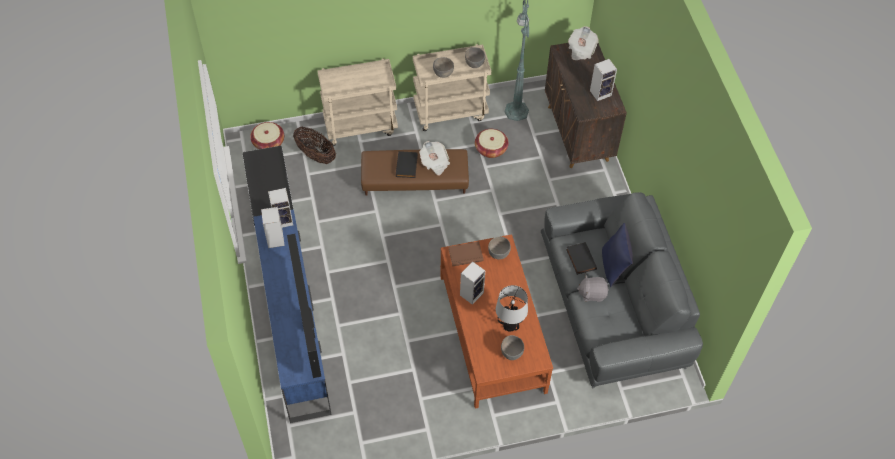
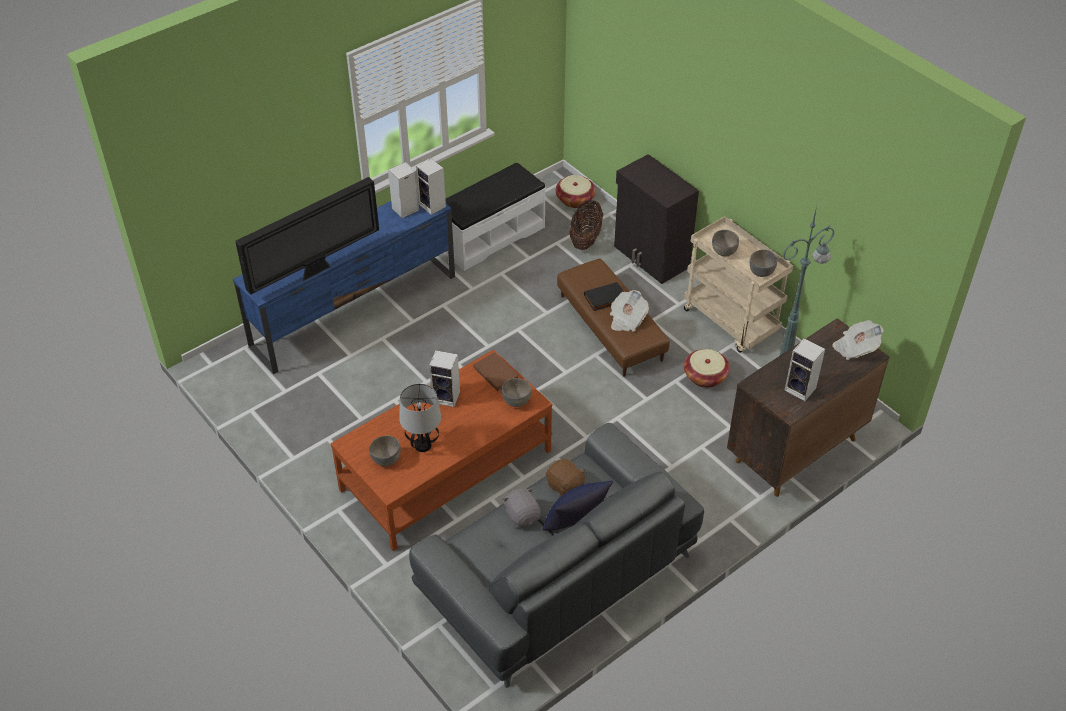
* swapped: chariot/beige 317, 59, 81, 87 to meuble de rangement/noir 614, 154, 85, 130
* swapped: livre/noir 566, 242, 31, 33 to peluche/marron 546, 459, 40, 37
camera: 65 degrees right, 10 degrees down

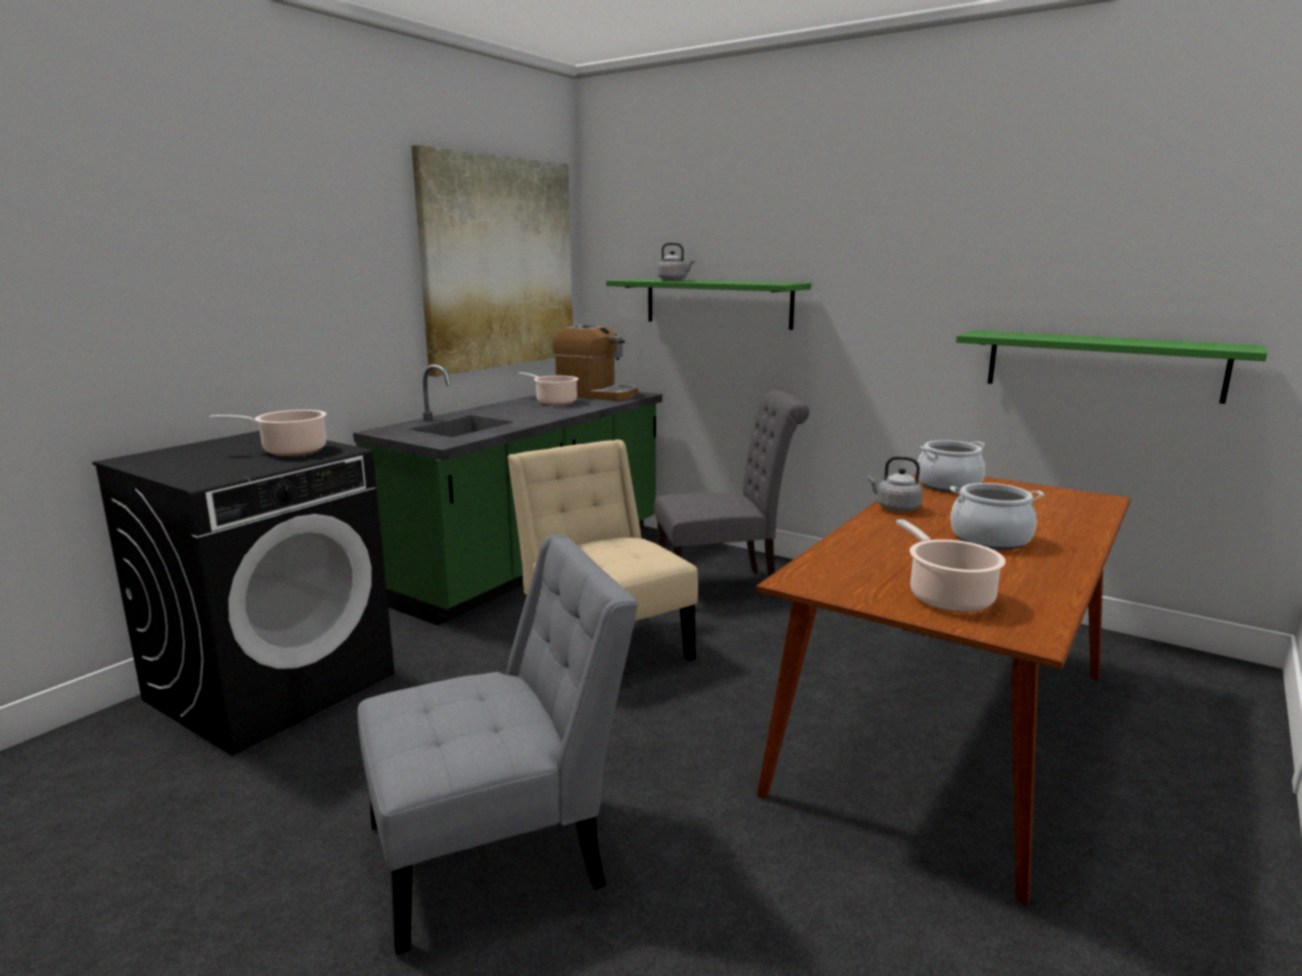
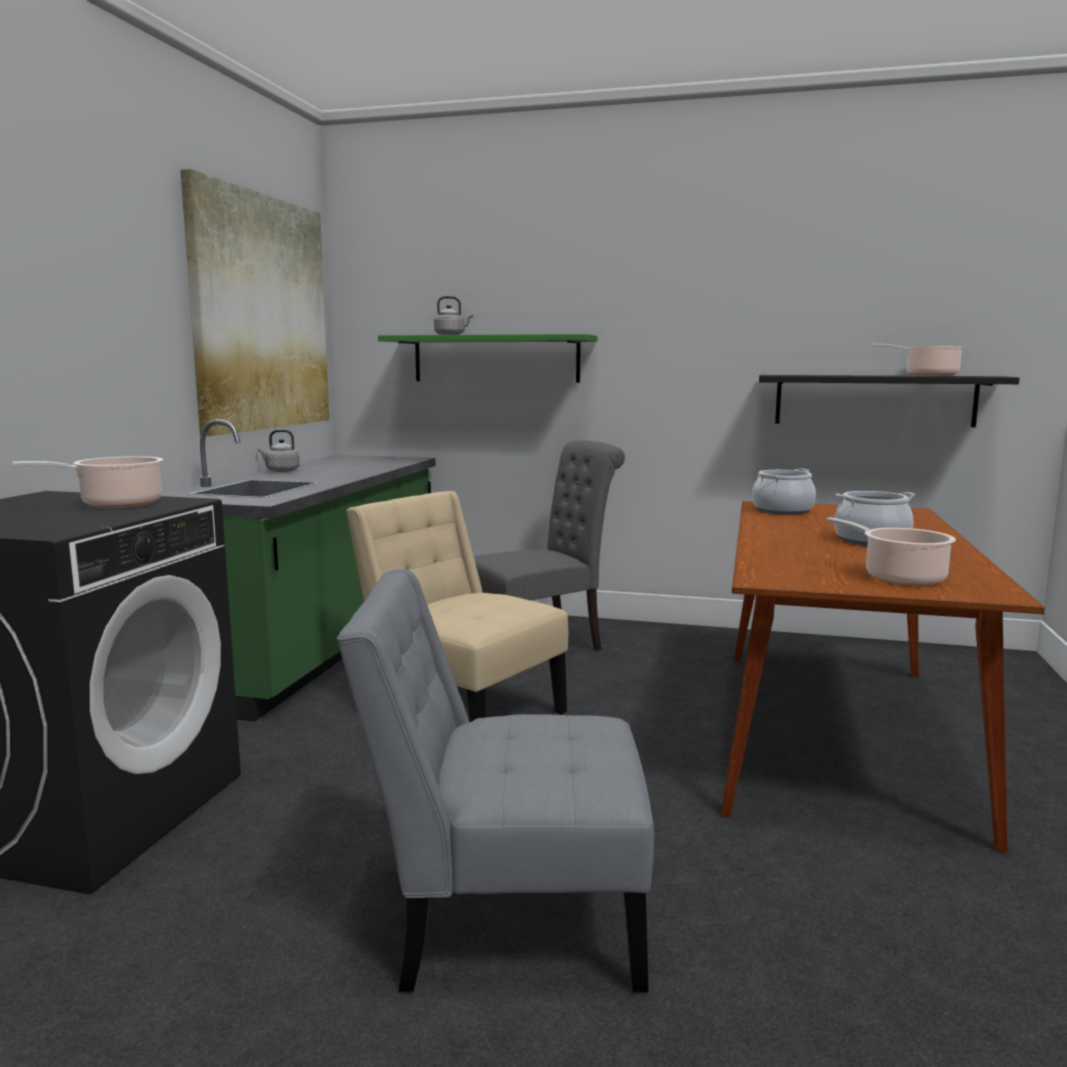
* rotated: chaise/gris 357, 535, 281, 420 = 337, 569, 317, 424 135 degrees counterclockwise
* shifted: marmite 518, 372, 60, 33 to 870, 344, 95, 32
* gone: machine à café 553, 325, 85, 76
* shifted: bouilloire/gris 868, 456, 55, 56 to 258, 430, 42, 42
* repainted: étagère/vert 956, 330, 311, 74 to étagère/noir 759, 375, 261, 52
camera: 20 degrees left, 5 degrees down

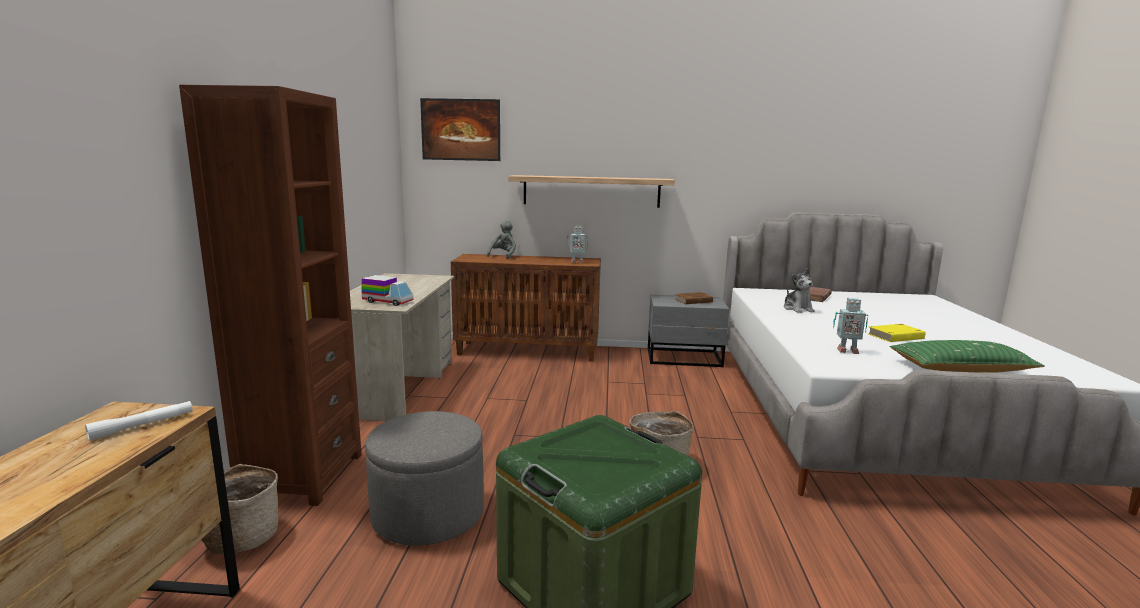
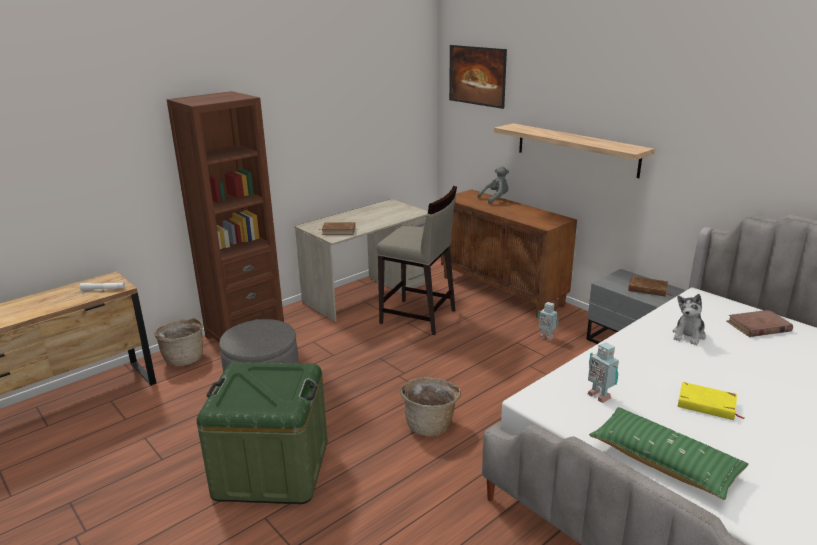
* swapped: camion jouet 362, 275, 51, 31 to livre/marron 319, 222, 36, 13
* shifted: robot jouet 567, 226, 21, 37 to 538, 302, 20, 39
* new: tabouret/beige 377, 186, 80, 149
camera: 45 degrees right, 10 degrees up

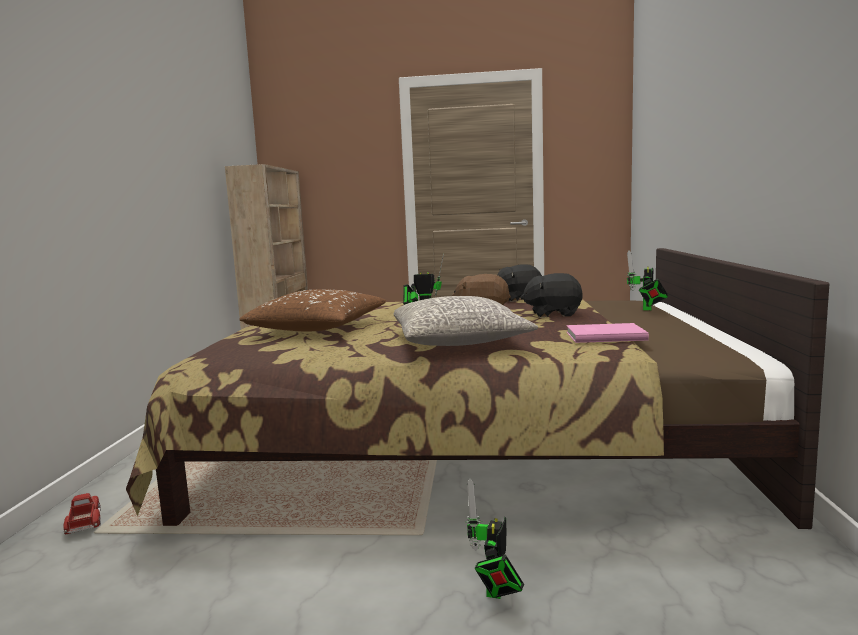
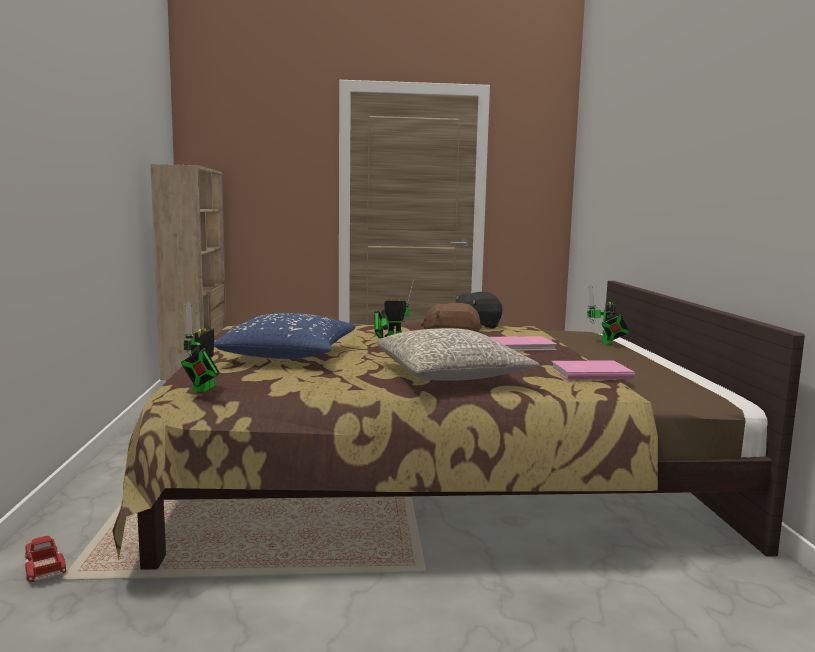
* repainted: coussin/marron 239, 289, 147, 42 to coussin/bleu 214, 313, 141, 46
* shifted: robot jouet 465, 478, 59, 121 to 181, 301, 39, 91
* swapped: peluche/noir 520, 273, 62, 45 to livre/rose 491, 336, 66, 15
camera: 10 degrees left, 0 degrees up

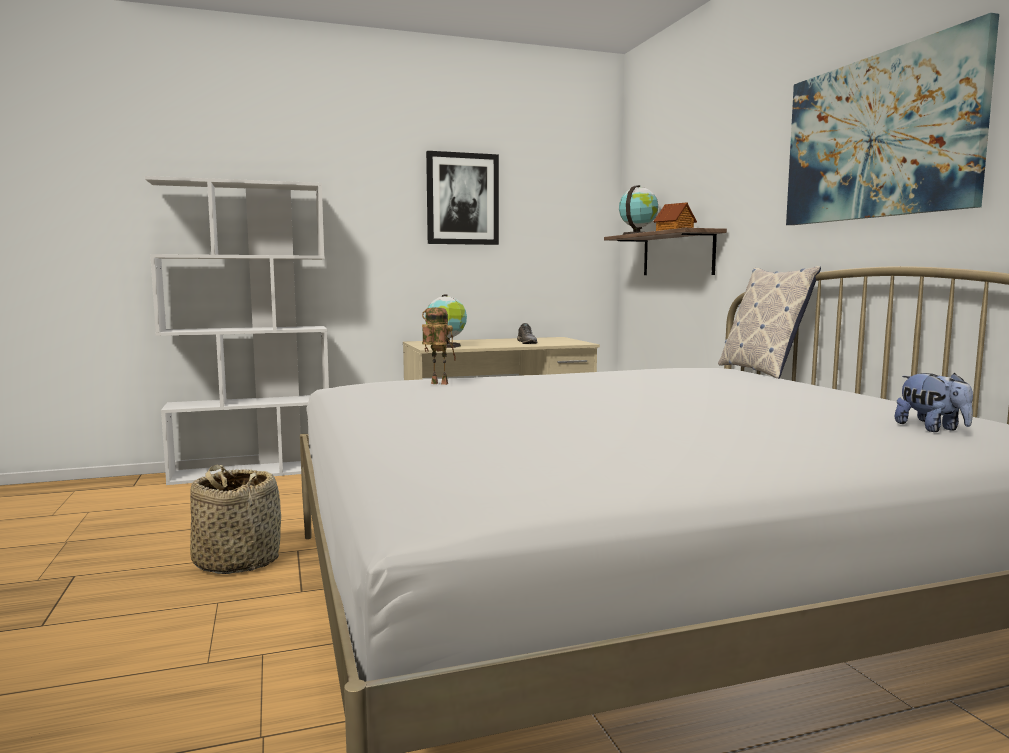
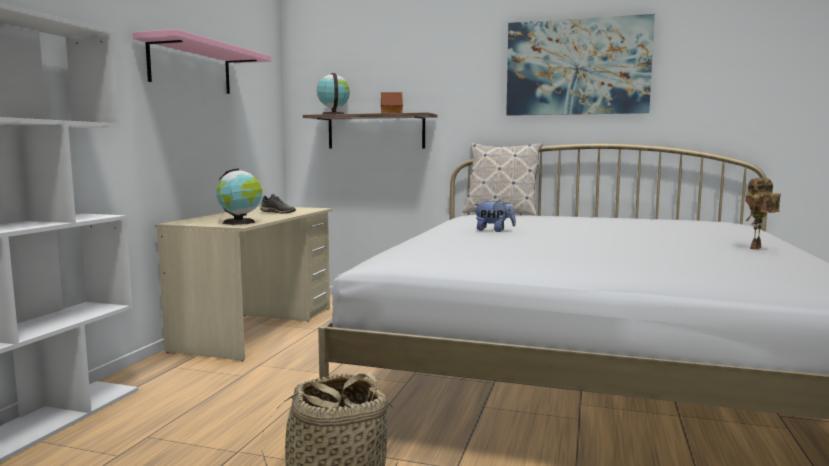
* shifted: robot jouet 422, 307, 34, 78 to 745, 178, 36, 72
* swapped: tableau 426, 151, 73, 94 to étagère/rose 133, 29, 138, 65
* shifted: peluche 895, 373, 78, 59 to 474, 200, 42, 32
camera: 55 degrees left, 0 degrees up

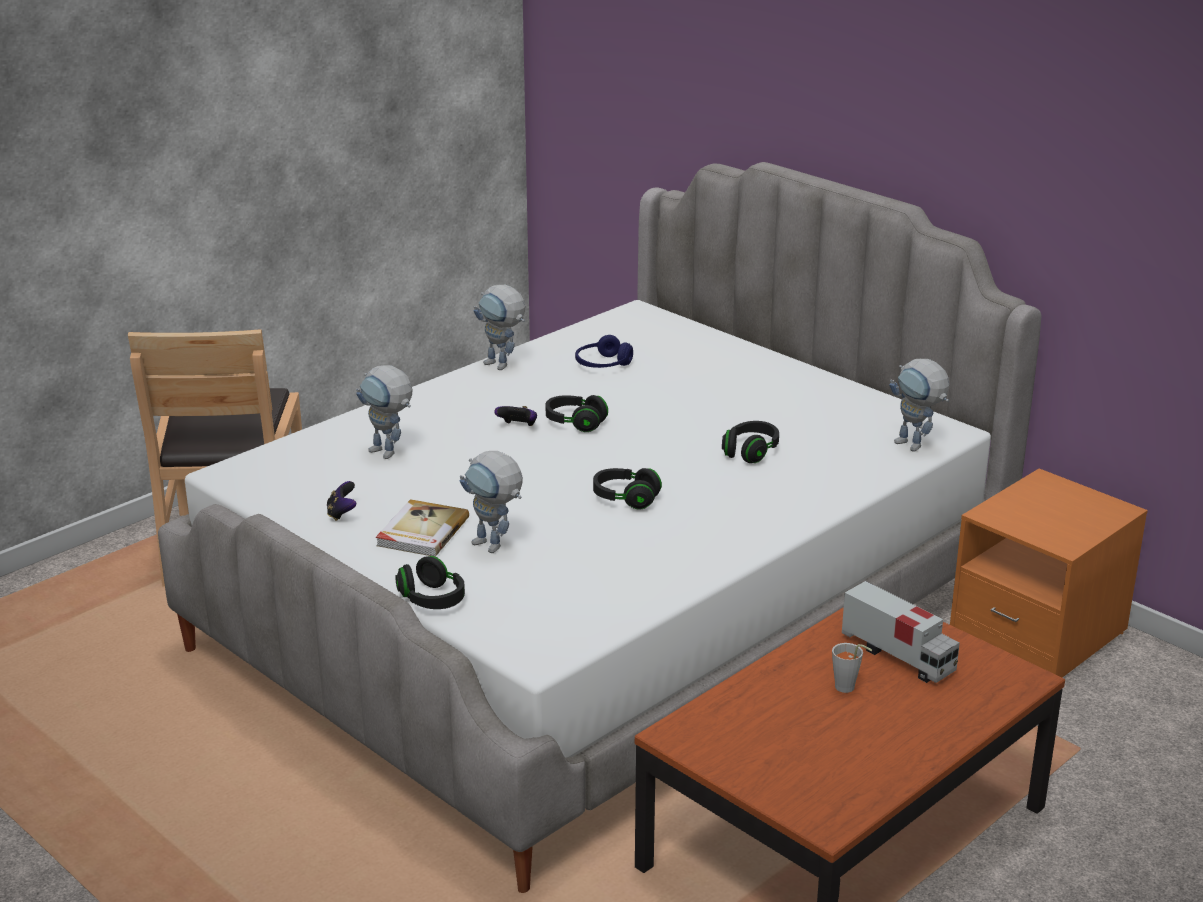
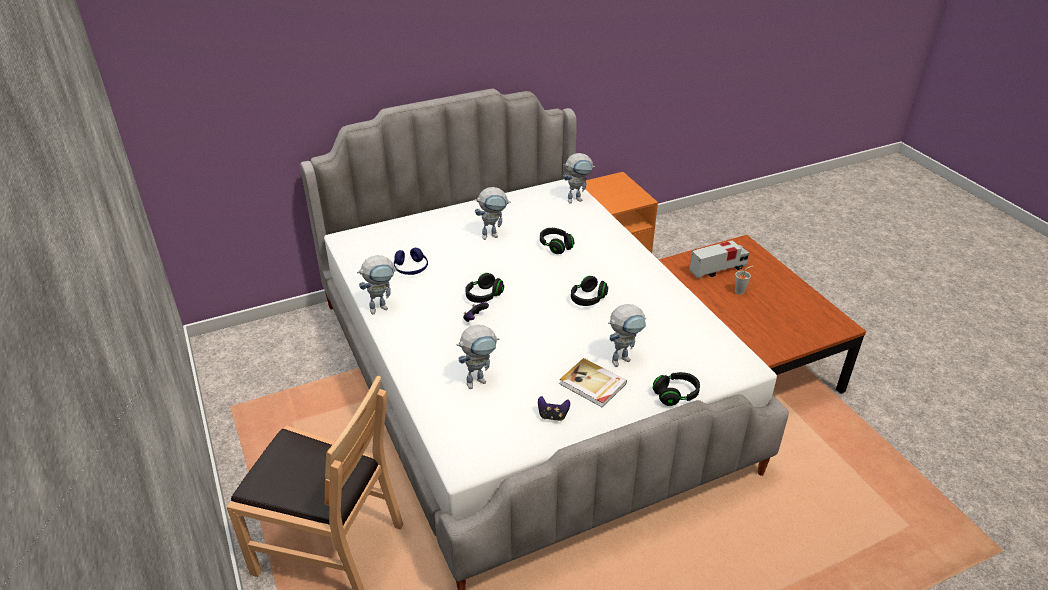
* new: robot jouet 475, 187, 36, 53
camera: 70 degrees left, 10 degrees up

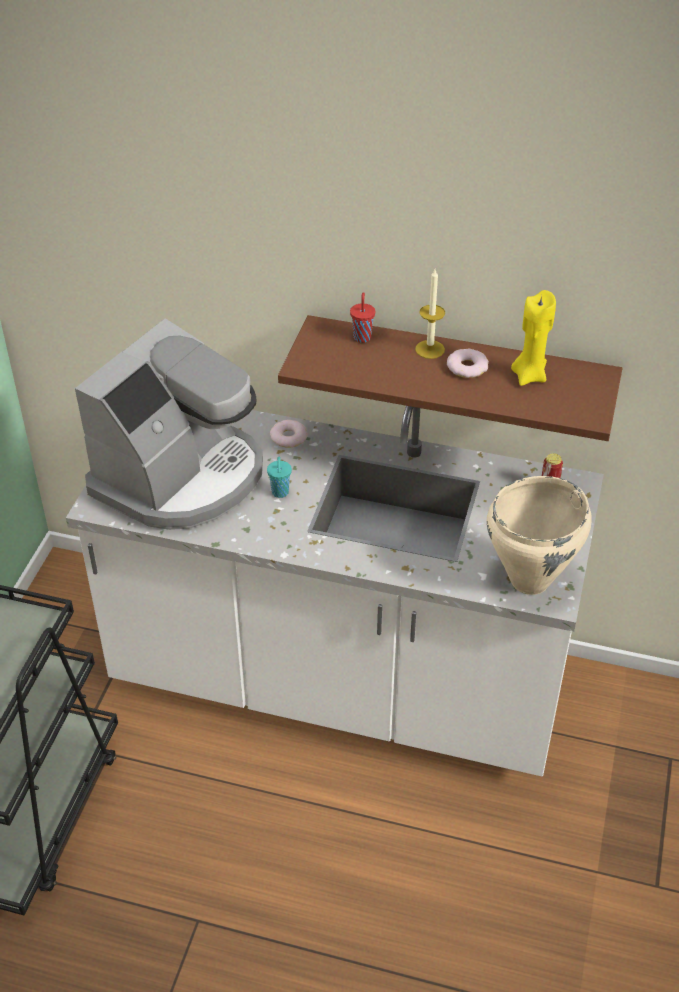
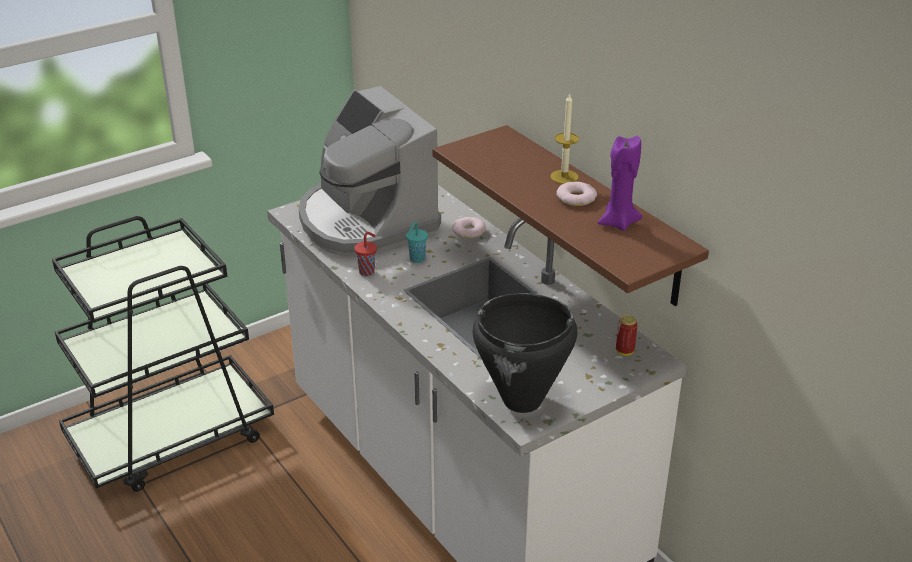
* rotated: machine à café 75, 318, 188, 212 = 299, 86, 142, 171 75 degrees clockwise
* shifted: tasse/rouge 350, 292, 25, 51 to 354, 232, 23, 44
* repainted: marmite/beige 487, 476, 105, 119 to marmite/noir 473, 293, 104, 120
* repainted: bougie/jaune 511, 290, 45, 96 to bougie/violet 598, 136, 44, 95
camera: 40 degrees right, 10 degrees down

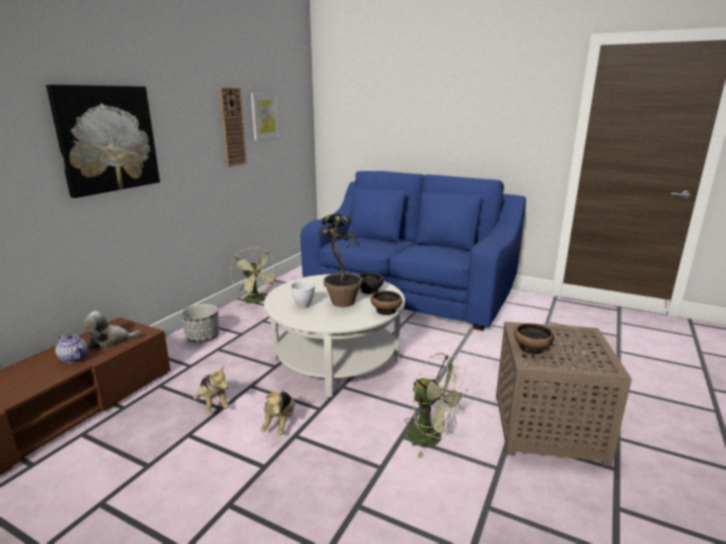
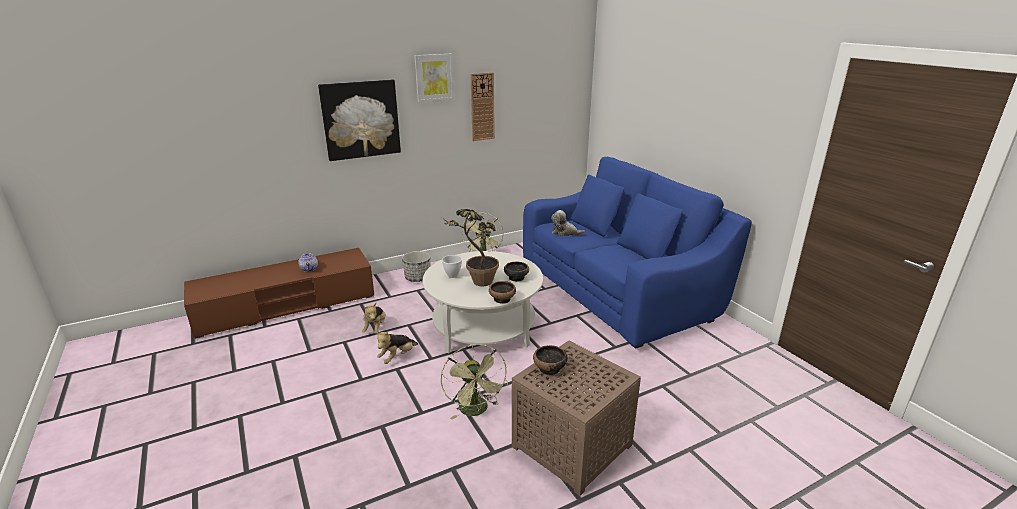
* shifted: peluche 82, 311, 59, 37 to 551, 210, 34, 26
* shifted: tableau 251, 93, 29, 48 to 414, 54, 40, 48
camera: 35 degrees right, 5 degrees up

